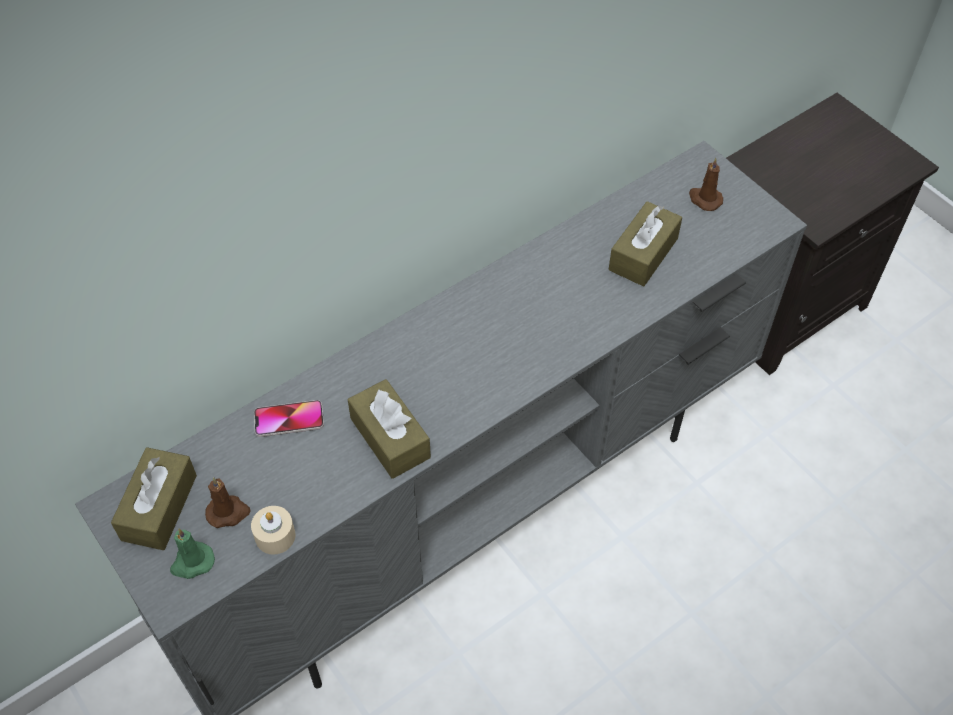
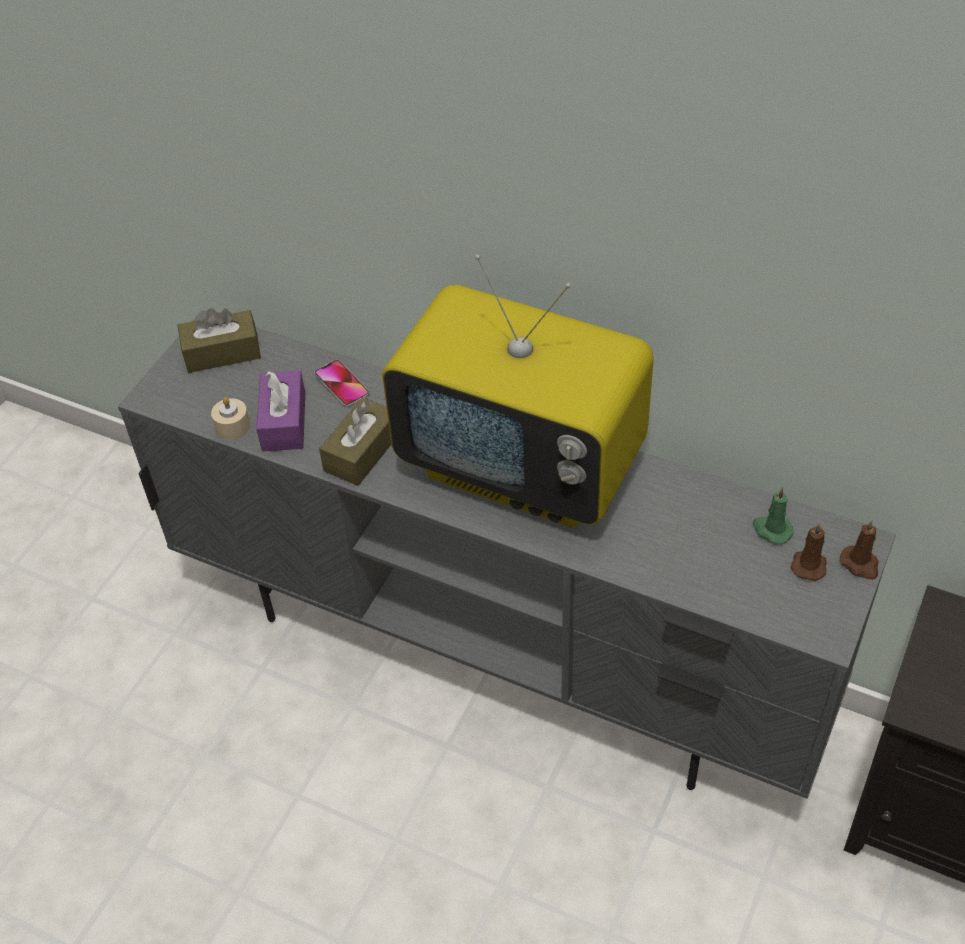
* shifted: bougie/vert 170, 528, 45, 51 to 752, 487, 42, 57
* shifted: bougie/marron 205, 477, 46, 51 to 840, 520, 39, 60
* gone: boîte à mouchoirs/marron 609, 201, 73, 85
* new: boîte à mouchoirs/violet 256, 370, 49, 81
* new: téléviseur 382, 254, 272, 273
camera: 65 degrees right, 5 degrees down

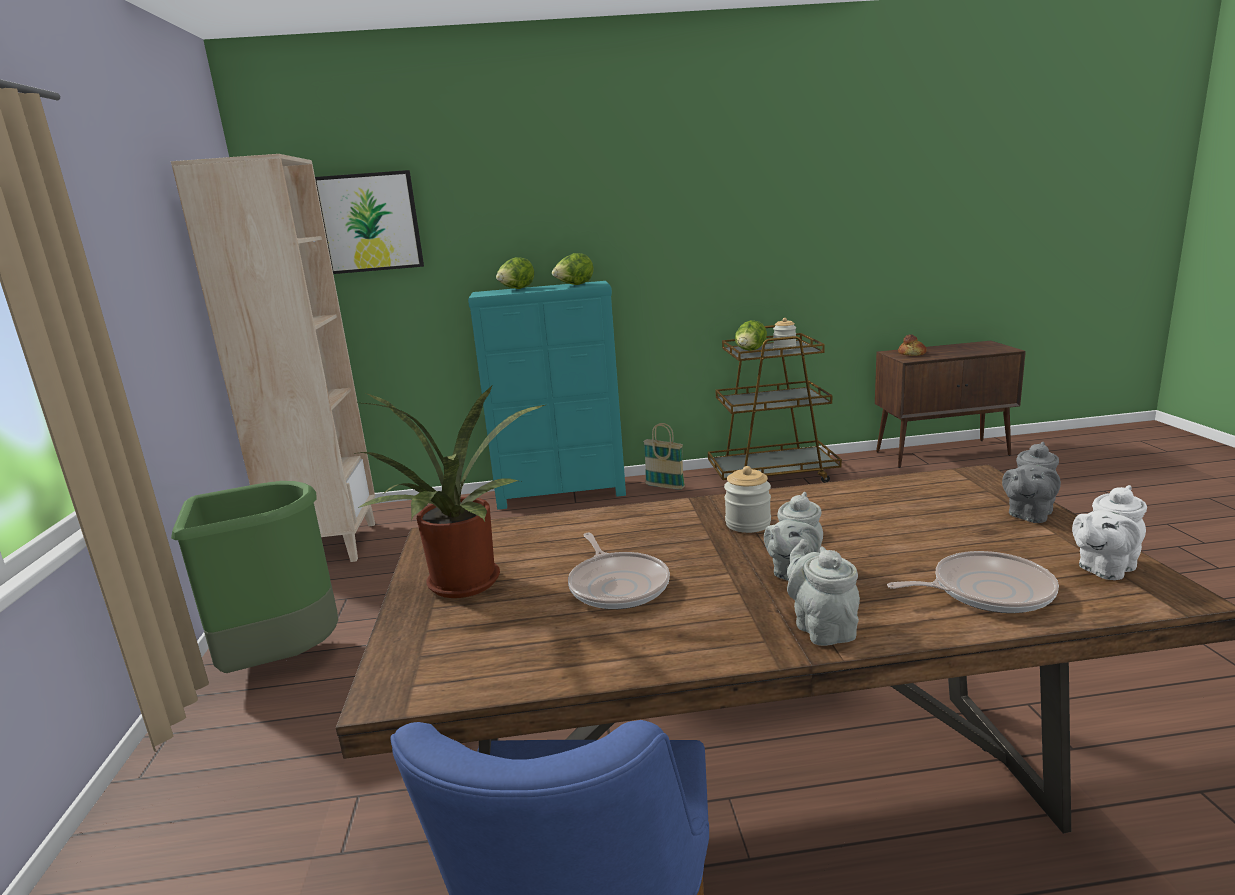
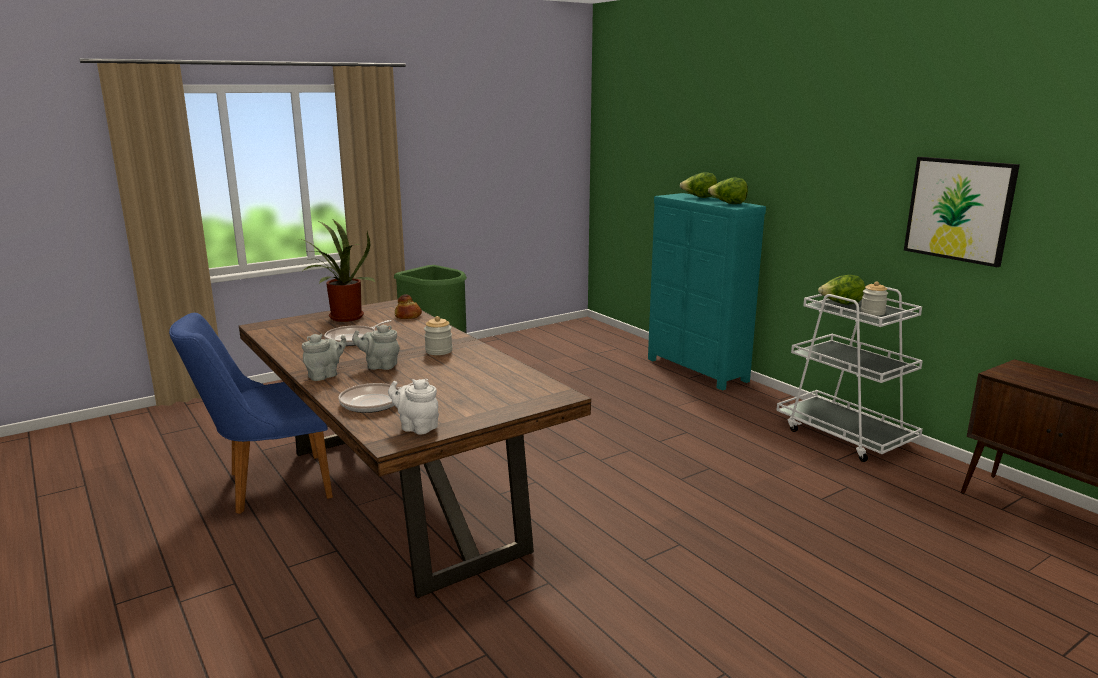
* gone: bibliothèque/beige 171, 154, 204, 408
* shifted: tableau 315, 170, 109, 104 to 904, 157, 116, 110
* gone: panier 643, 423, 42, 66
* repainted: chariot/marron 708, 325, 134, 158 to chariot/blanc 776, 287, 147, 175
* rotated: poêle 887, 551, 172, 62 = 338, 379, 90, 34 90 degrees clockwise
* shifted: pain 898, 334, 29, 22 to 395, 294, 27, 25
* gone: théière/gris 1002, 442, 59, 81
camera: 60 degrees right, 0 degrees up

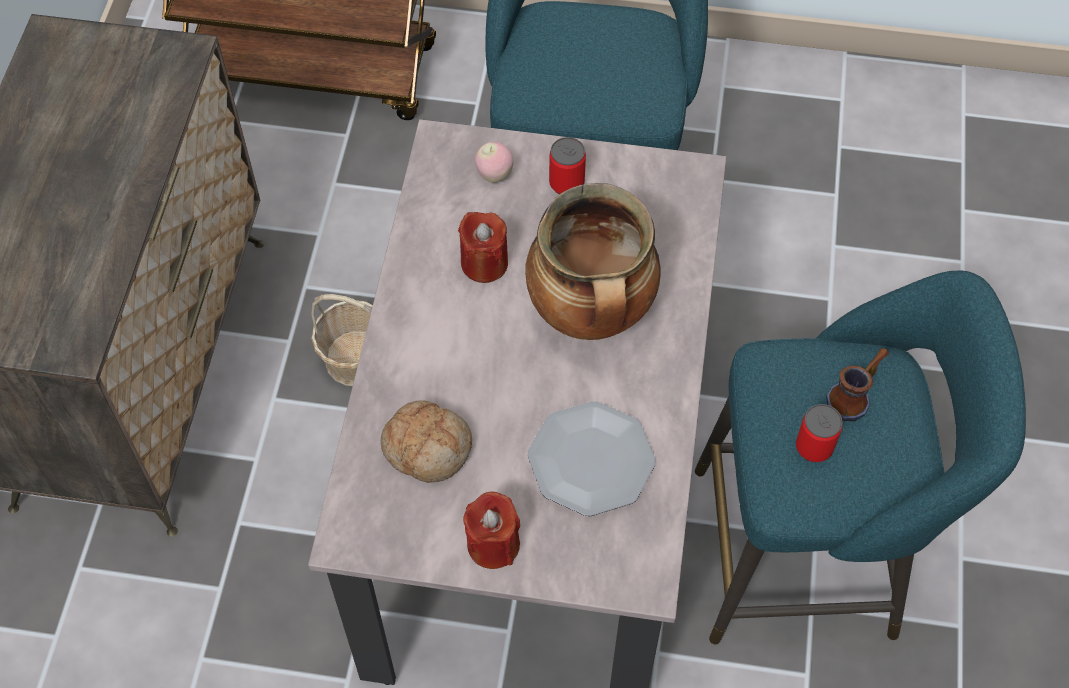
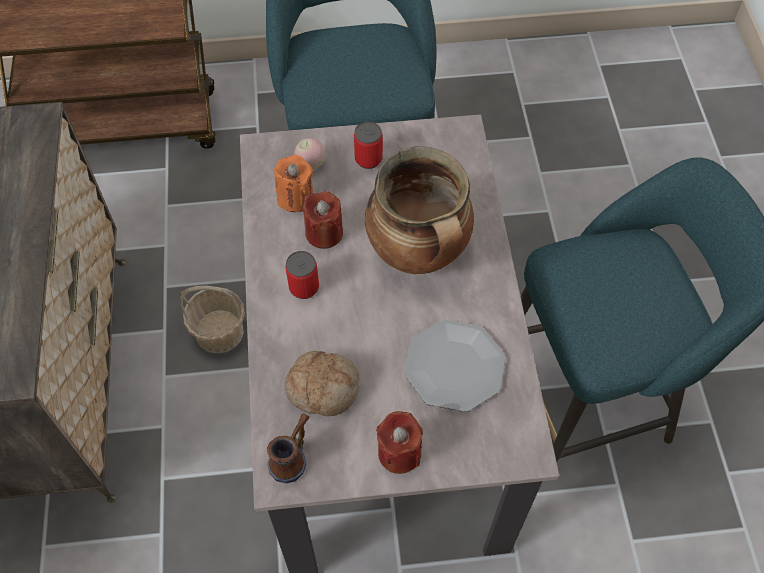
* shifted: boîte métallique 796, 404, 46, 58 to 285, 251, 34, 48
* shifted: mug 826, 348, 63, 73 to 267, 414, 42, 69
* new: bougie/orange 274, 155, 39, 57
camera: 15 degrees left, 0 degrees up

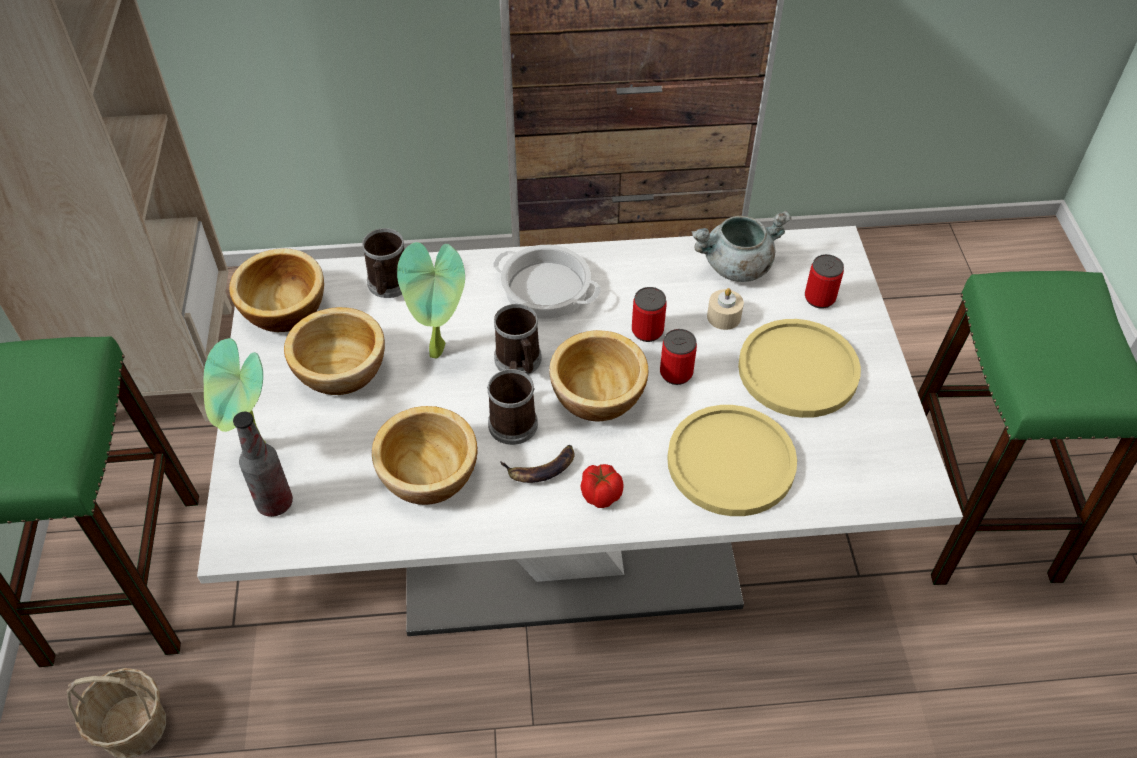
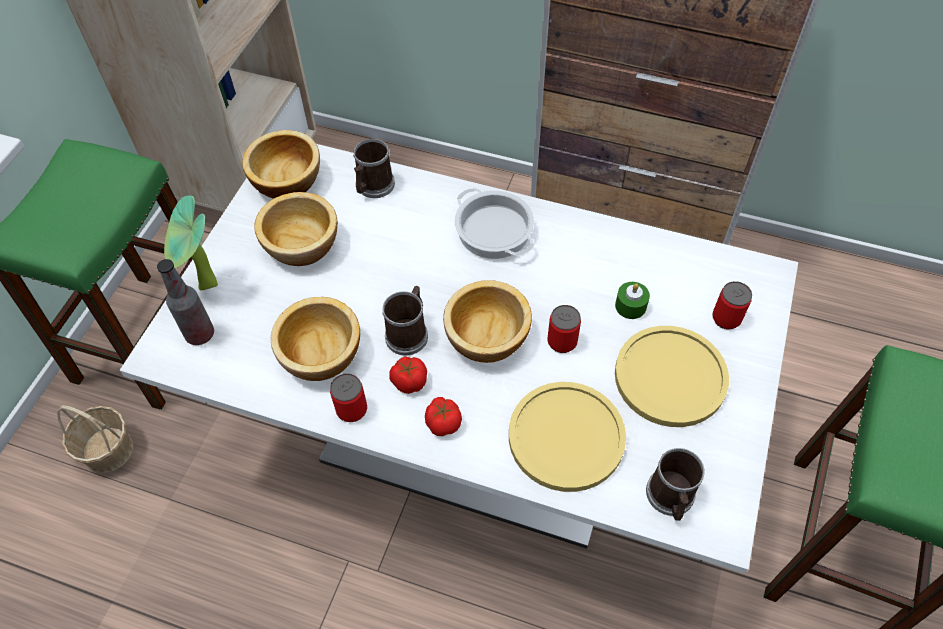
* gone: plante en pot 397, 242, 68, 116
* shifted: mug 494, 304, 48, 71 to 646, 448, 59, 73
* swapped: banane 501, 445, 74, 38 to tomate 389, 356, 38, 38
* shifted: boîte métallique 632, 287, 35, 55 to 330, 373, 37, 49
* gone: marmite/gris 691, 210, 100, 72
* repainted: bougie/beige 707, 288, 37, 42 to bougie/vert 615, 282, 35, 37
camera: 25 degrees right, 5 degrees up

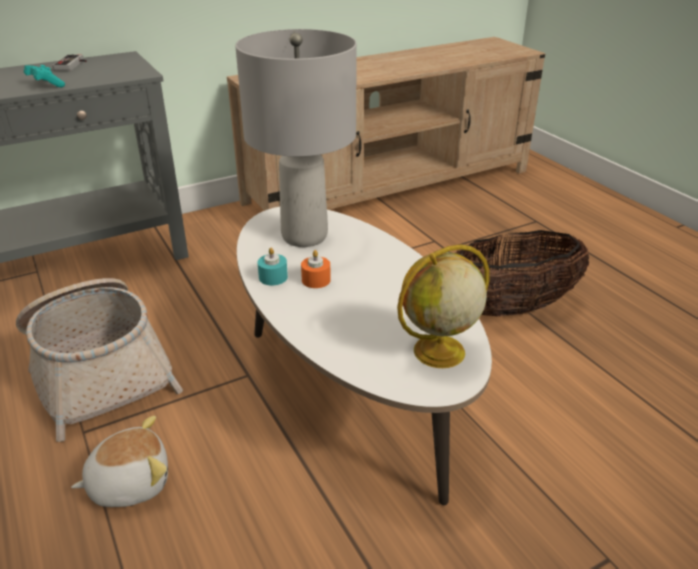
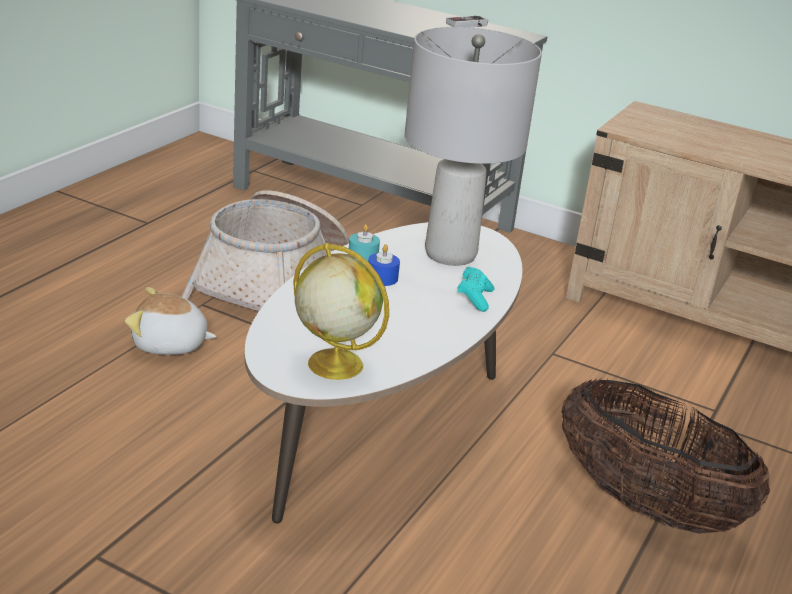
* shifted: manette/turquoise 24, 65, 41, 22 to 457, 266, 37, 46
* rotated: peluche 71, 415, 97, 92 = 125, 287, 91, 68 150 degrees clockwise
* repainted: bougie/orange 301, 250, 30, 38 to bougie/bleu 368, 244, 32, 42
camera: 55 degrees right, 5 degrees down

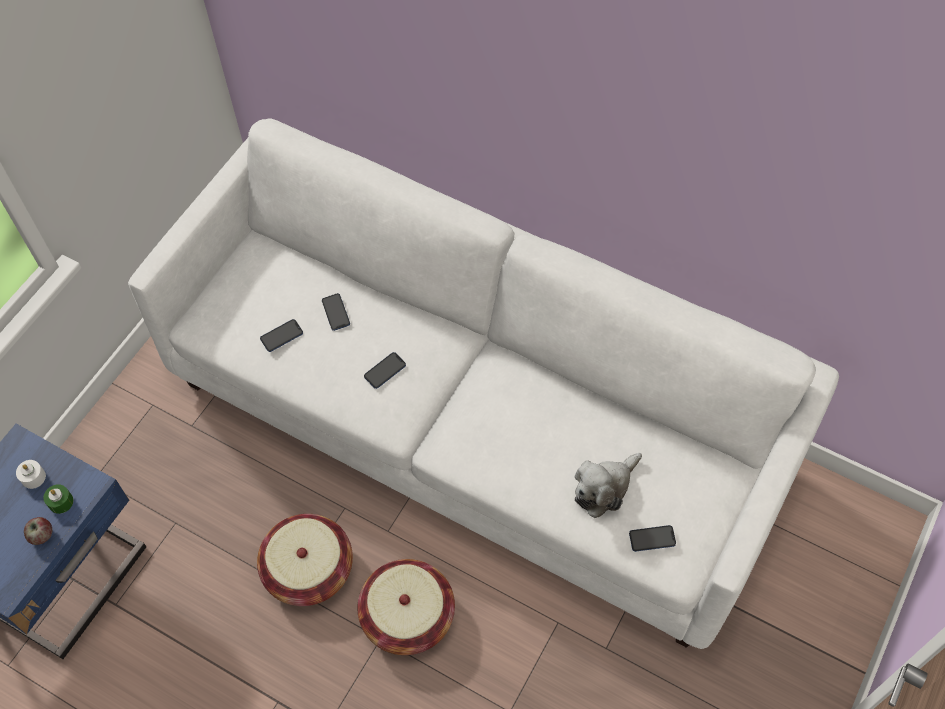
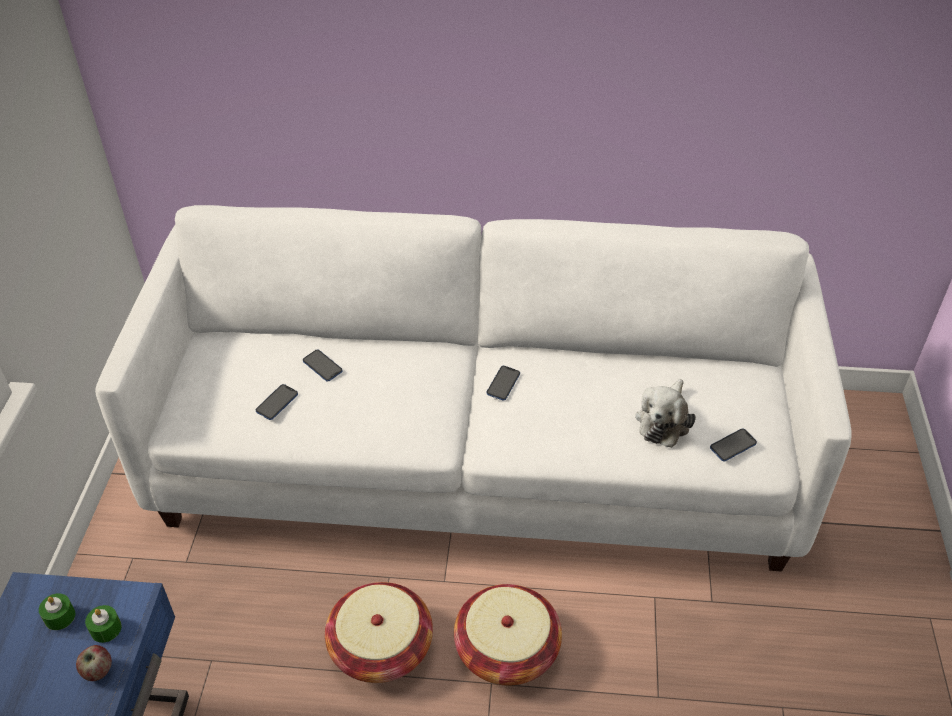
* repainted: bougie/blanc 16, 460, 30, 29 to bougie/vert 39, 593, 36, 37
* shifted: téléphone 364, 352, 42, 37 to 486, 366, 34, 35
camera: 25 degrees left, 15 degrees down

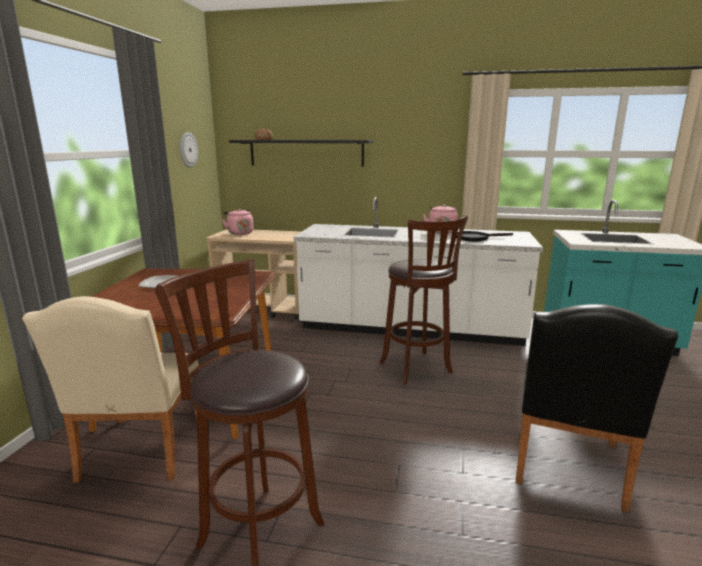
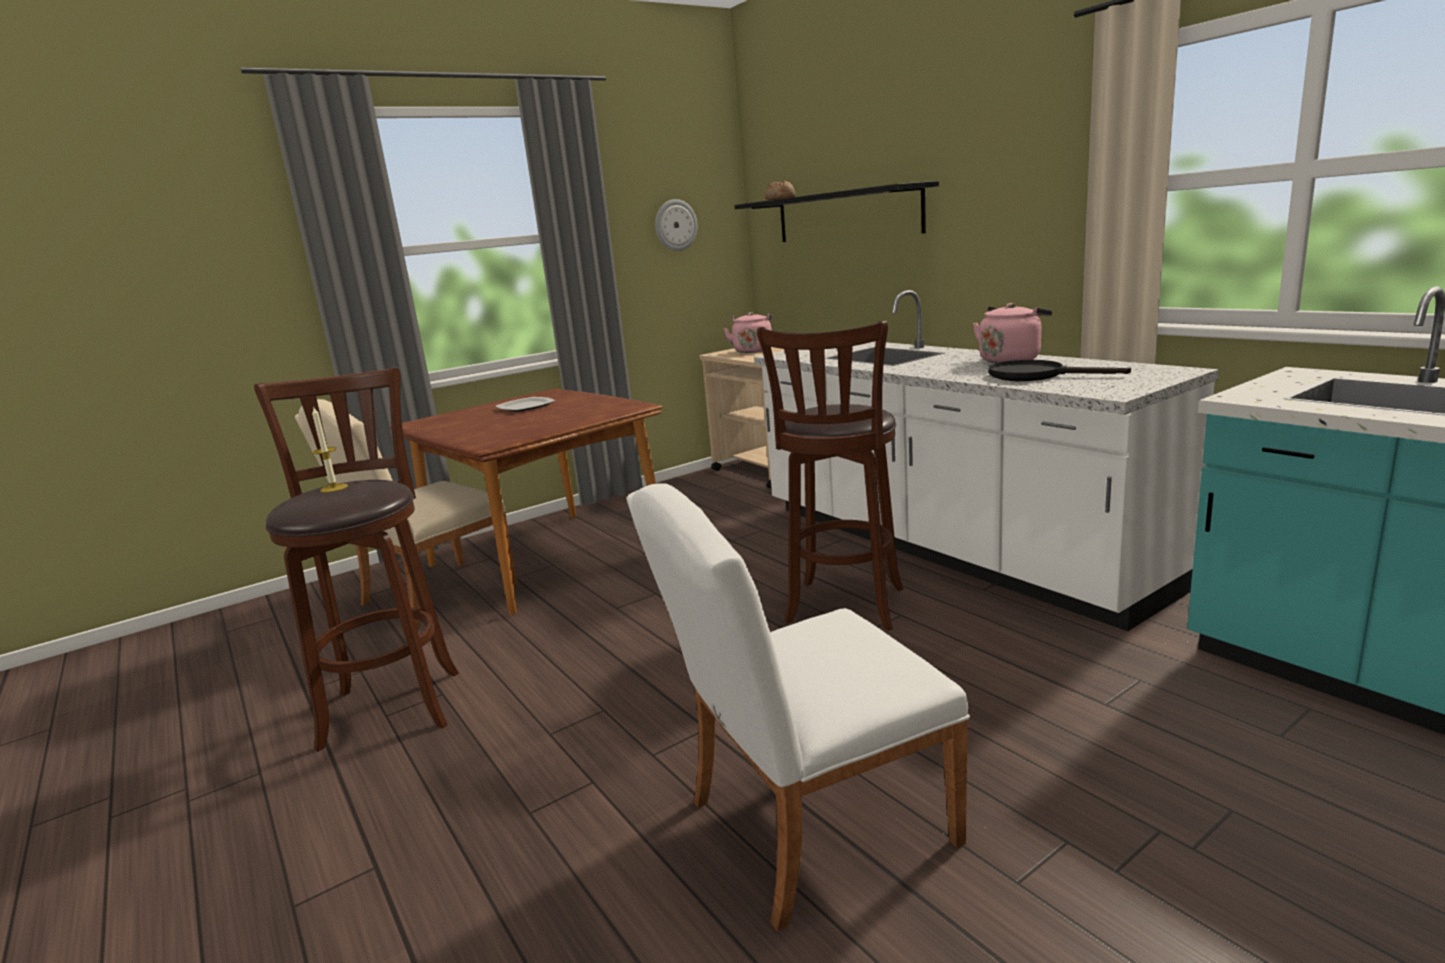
* repainted: chaise/noir 516, 304, 162, 209 to chaise/blanc 627, 483, 343, 449
* new: bougie 312, 406, 36, 87
camera: 45 degrees right, 0 degrees up

